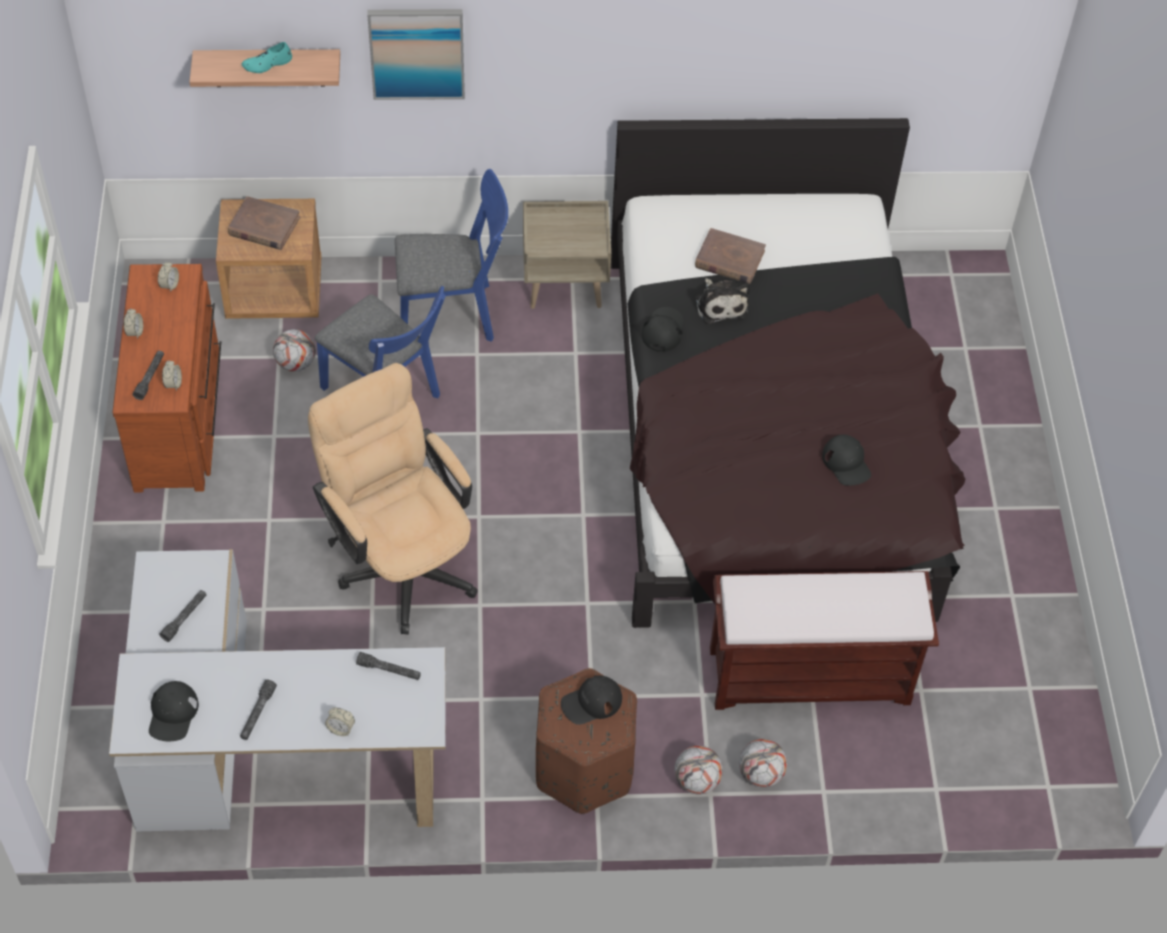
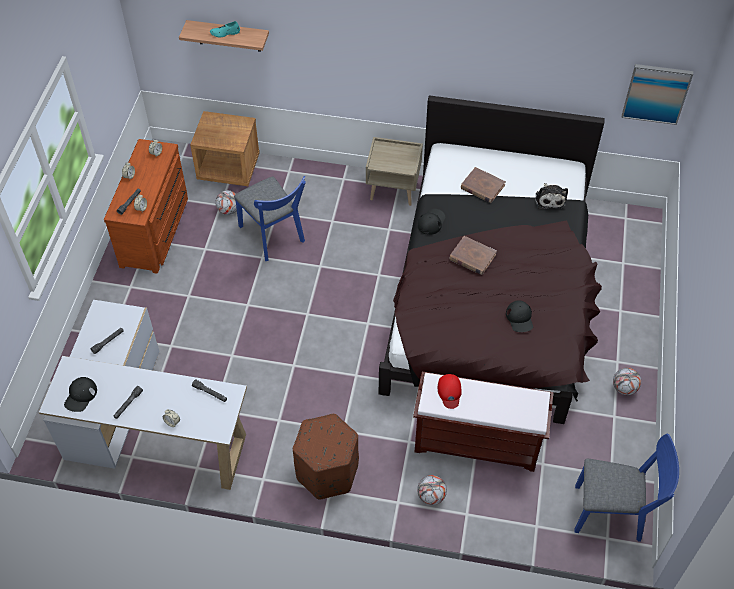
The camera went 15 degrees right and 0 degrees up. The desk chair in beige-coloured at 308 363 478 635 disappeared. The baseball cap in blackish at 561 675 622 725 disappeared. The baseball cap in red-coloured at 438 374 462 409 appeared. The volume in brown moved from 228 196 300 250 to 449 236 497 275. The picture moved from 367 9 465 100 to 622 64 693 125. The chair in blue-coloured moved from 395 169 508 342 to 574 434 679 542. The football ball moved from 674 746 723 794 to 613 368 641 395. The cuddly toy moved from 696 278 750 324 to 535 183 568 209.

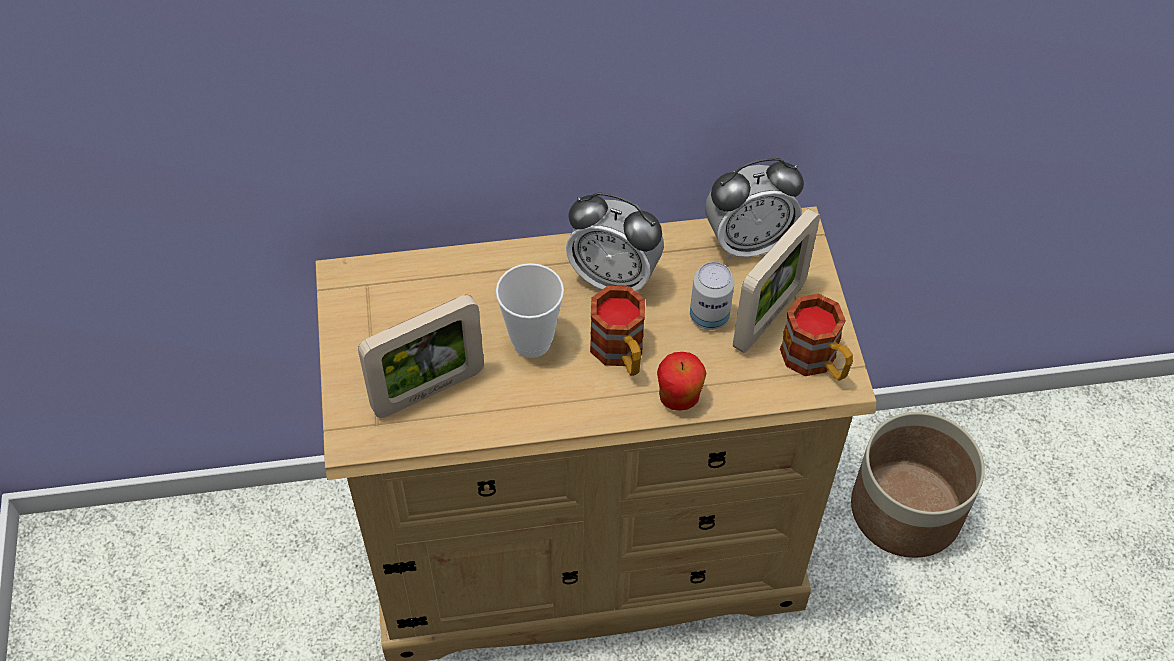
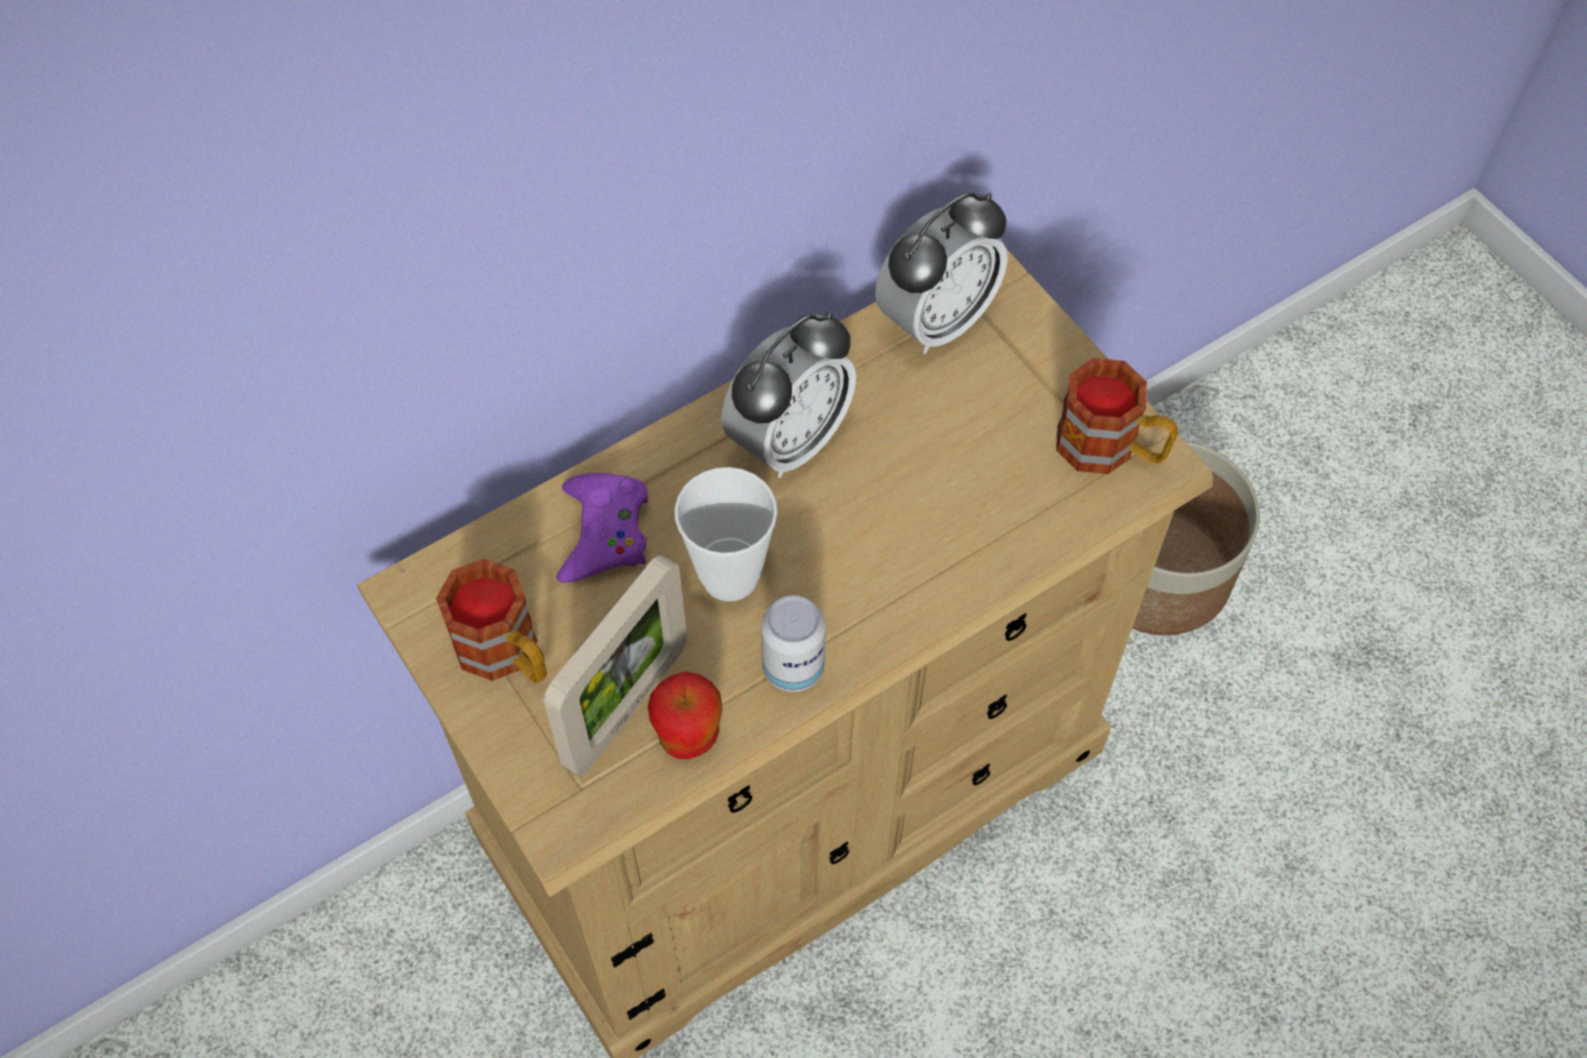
The camera went 25 degrees left and 5 degrees up. The photo frame at 733 209 820 353 disappeared. The gamepad in purple-coloured at 557 473 648 583 appeared. The mug moved from 590 286 645 376 to 436 559 547 683. The apple moved from 657 352 706 410 to 648 671 722 759. The sealed can moved from 690 262 735 330 to 761 595 826 692. The table clock at 566 192 664 291 turned 45 degrees counterclockwise.

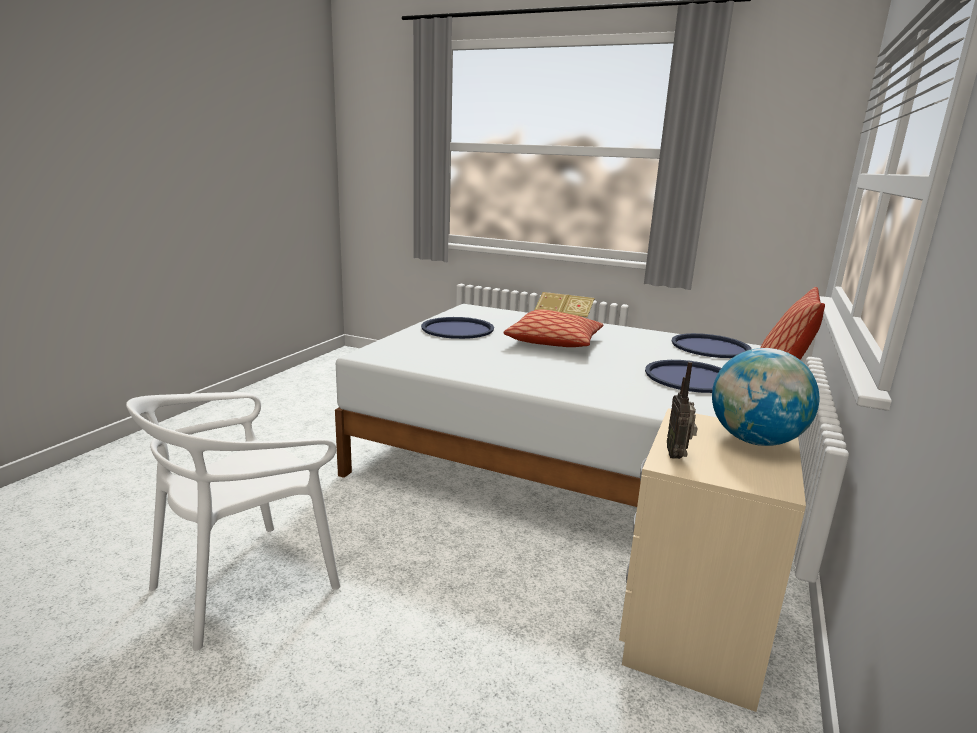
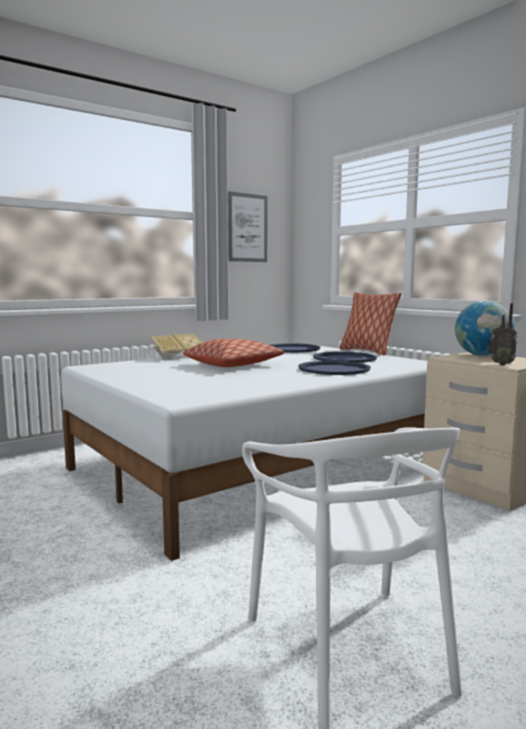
The camera went 60 degrees left and 10 degrees down. The picture at 228 191 267 262 appeared. The serving tray in blue-coloured moved from 421 317 494 339 to 298 361 371 375.

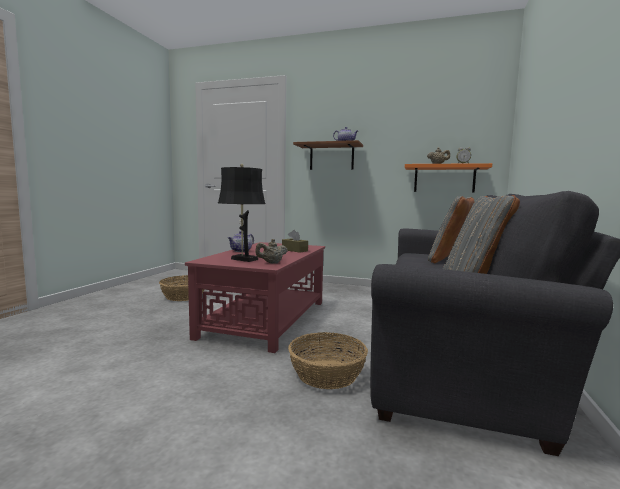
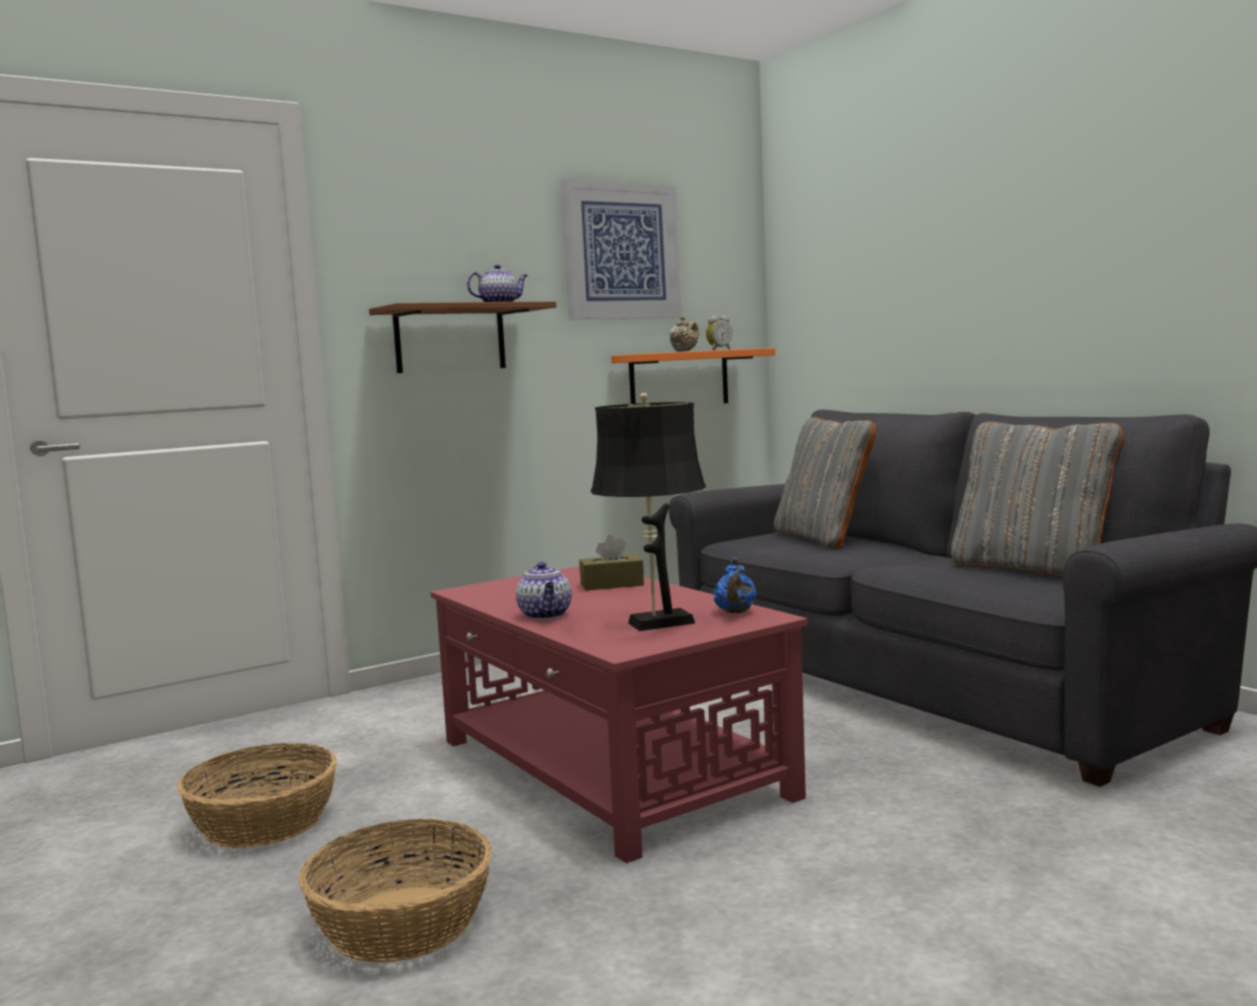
The camera went 50 degrees left and 0 degrees up. The picture at 561 179 682 320 appeared. The basket moved from 288 332 368 389 to 299 818 492 963. The tea pot in beige-coloured at 255 239 288 264 became the tea pot in blue-coloured at 713 558 757 613.

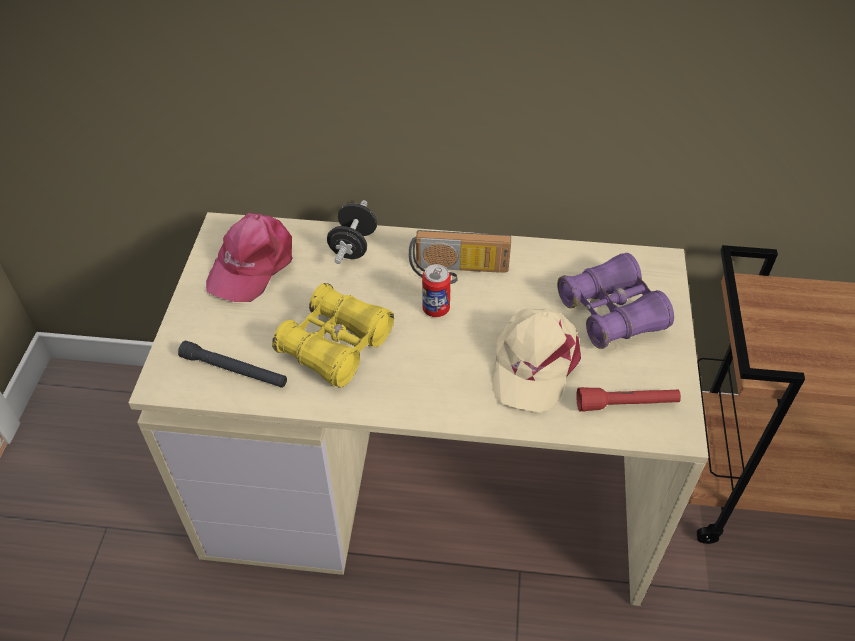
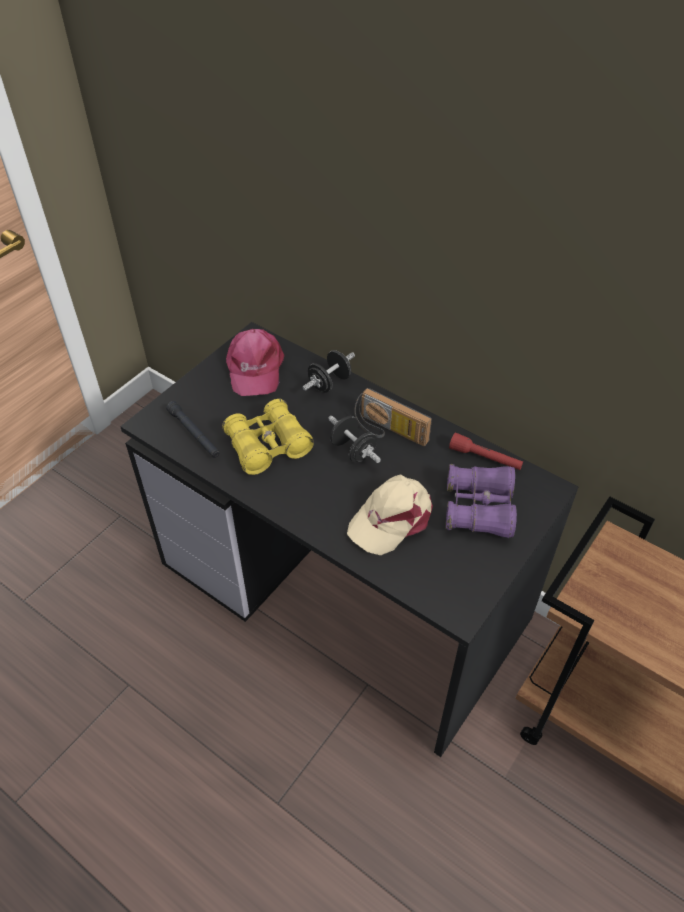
The camera went 30 degrees right and 0 degrees up. The flashlight in red-coloured moved from 576 387 681 412 to 449 433 523 470. The sealed can at 422 264 451 317 was replaced by the dumbbell in blackish at 328 416 381 463. The desk in beige-coloured at 128 212 709 606 became the desk in blackish at 120 322 578 757. The baseball cap in pink-coloured at 206 213 293 302 turned 60 degrees counterclockwise.

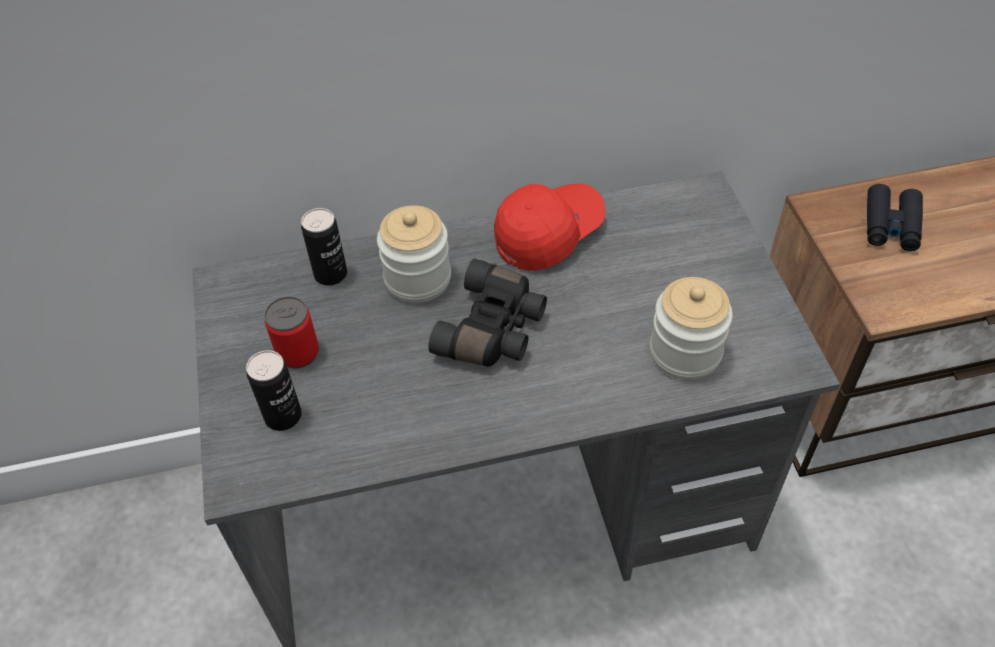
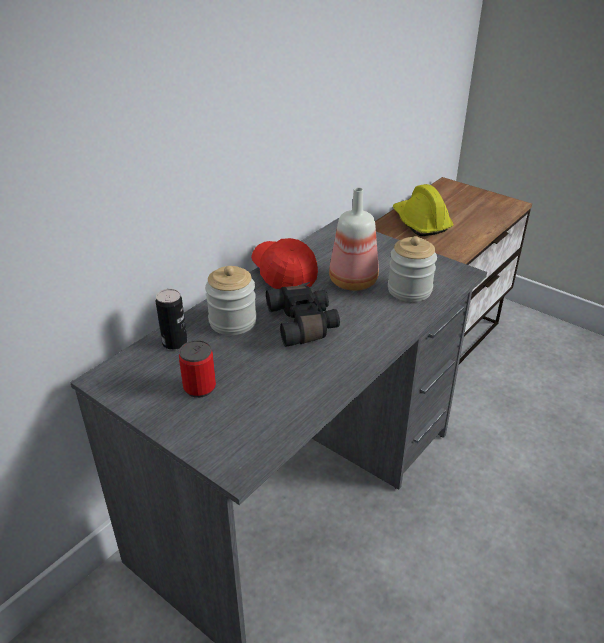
The camera went 40 degrees left and 15 degrees down. The sealed can at 246 350 302 431 disappeared. The beverage bottle at 329 187 379 291 appeared. The pair of binoculars in blackish at 867 184 923 251 was replaced by the work helmet in yellow at 393 184 454 236. The baseball cap in red-coloured at 494 183 605 271 turned 45 degrees counterclockwise.

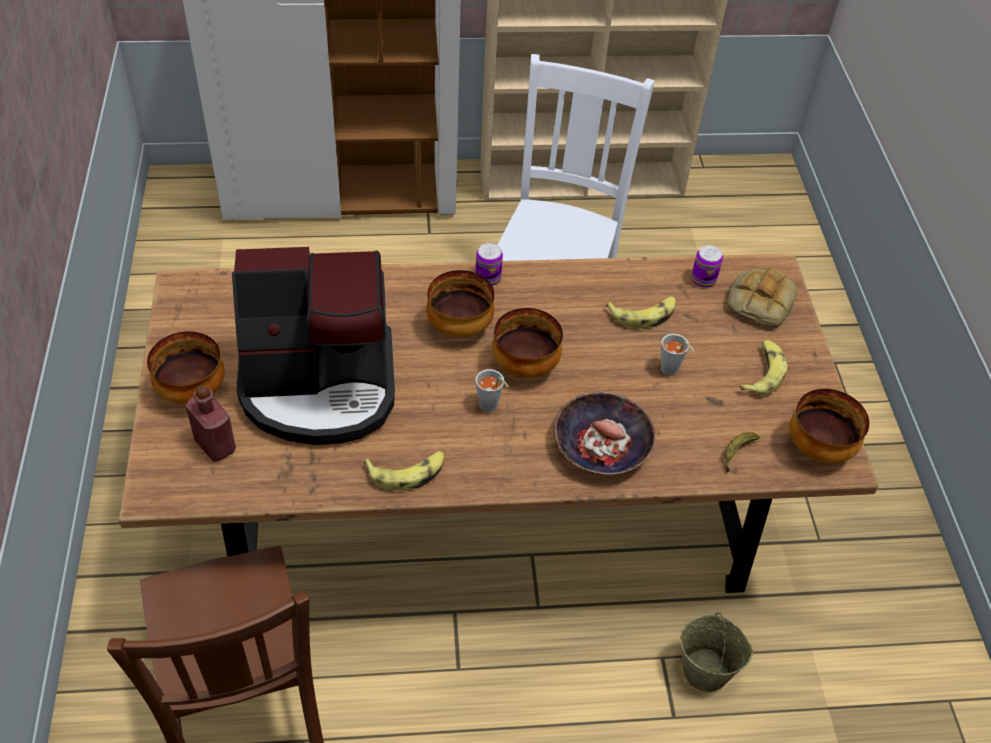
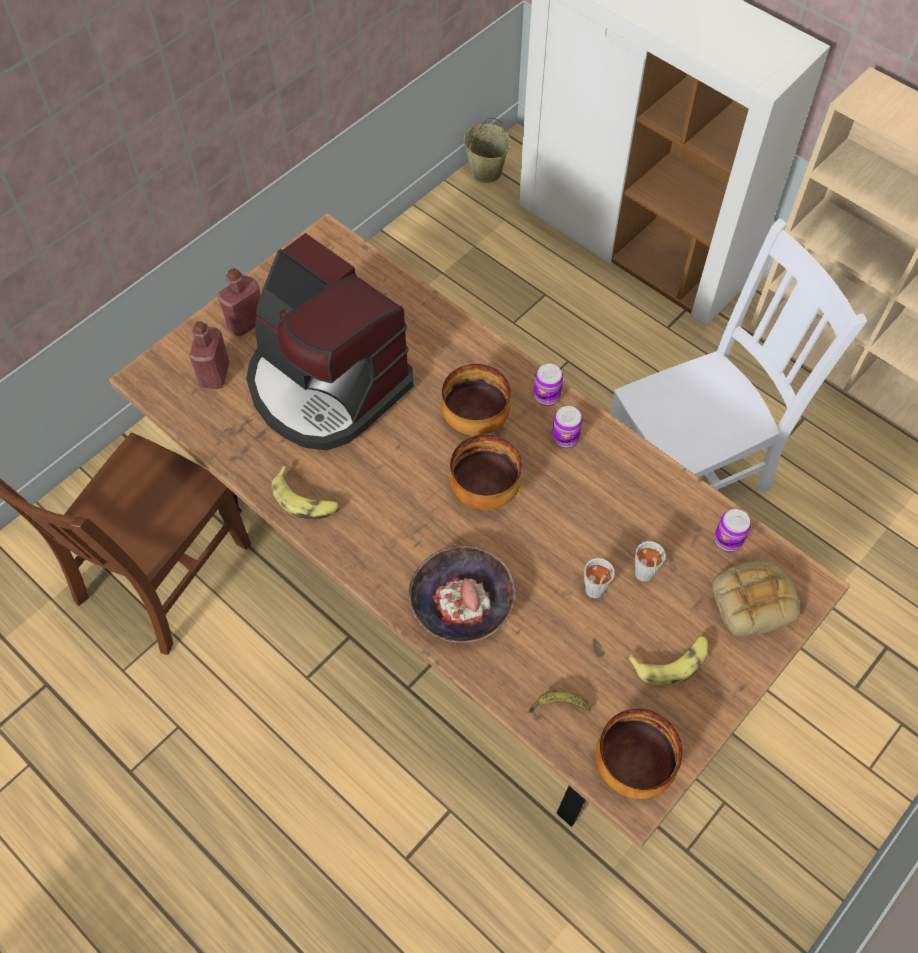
The camera went 50 degrees right and 10 degrees up. The whole banana at 606 296 676 329 disappeared. The sealed can at 552 406 583 449 appeared. The small cup in greyish moved from 476 369 509 412 to 635 541 666 582. The bucket in beige-coloured moved from 680 613 753 692 to 464 118 510 183. The serving bowl at 147 331 225 404 was replaced by the beverage bottle in red-coloured at 217 268 261 336.

